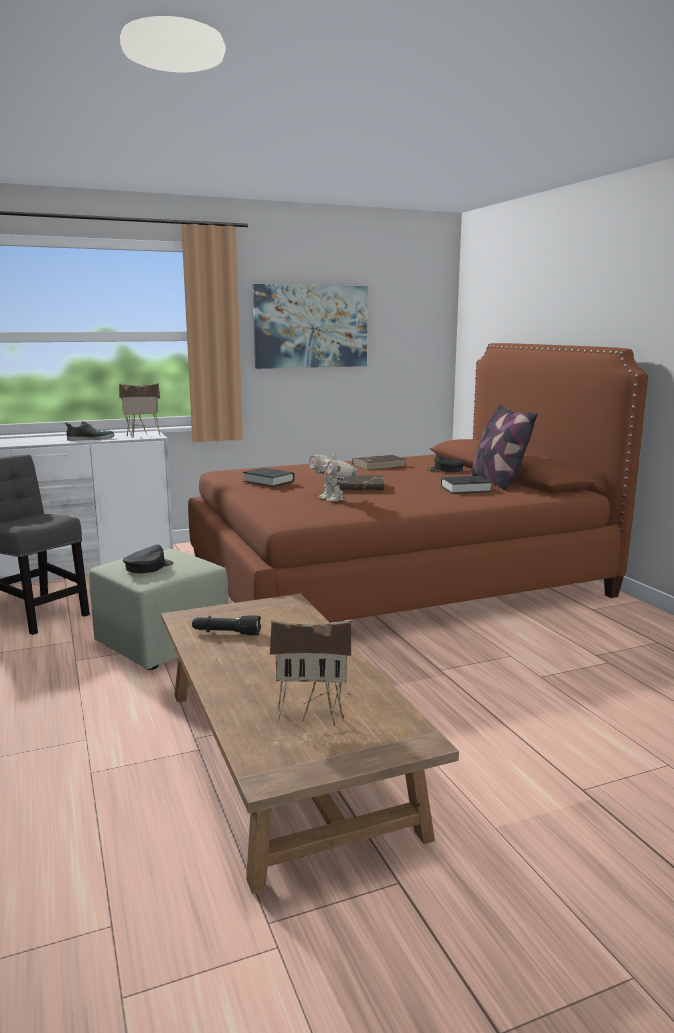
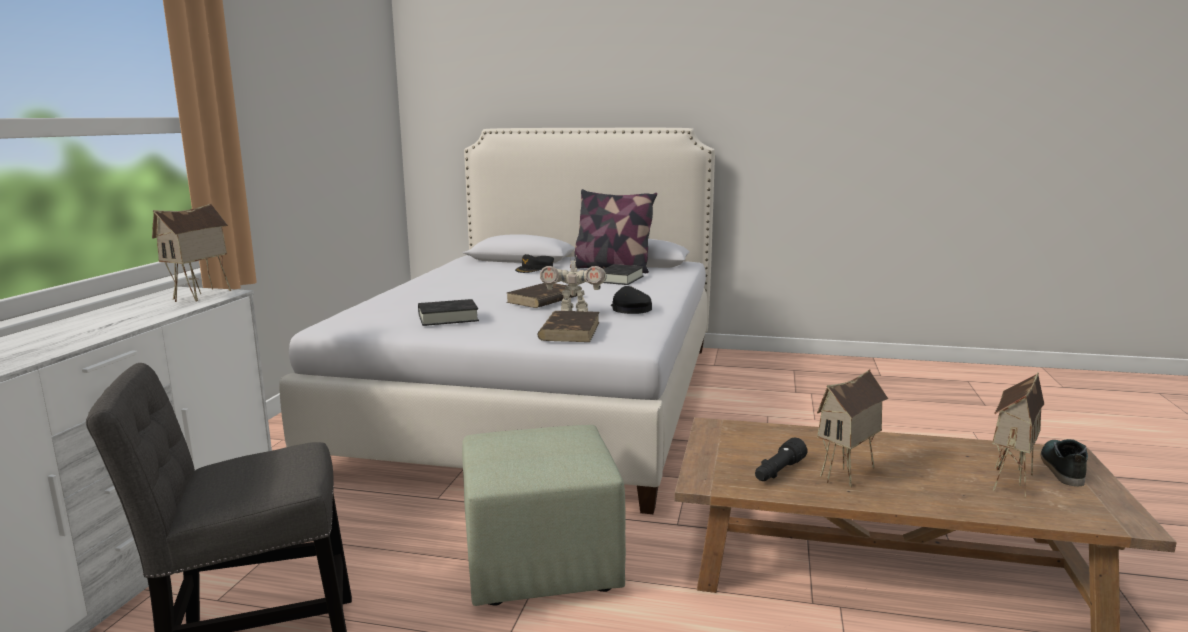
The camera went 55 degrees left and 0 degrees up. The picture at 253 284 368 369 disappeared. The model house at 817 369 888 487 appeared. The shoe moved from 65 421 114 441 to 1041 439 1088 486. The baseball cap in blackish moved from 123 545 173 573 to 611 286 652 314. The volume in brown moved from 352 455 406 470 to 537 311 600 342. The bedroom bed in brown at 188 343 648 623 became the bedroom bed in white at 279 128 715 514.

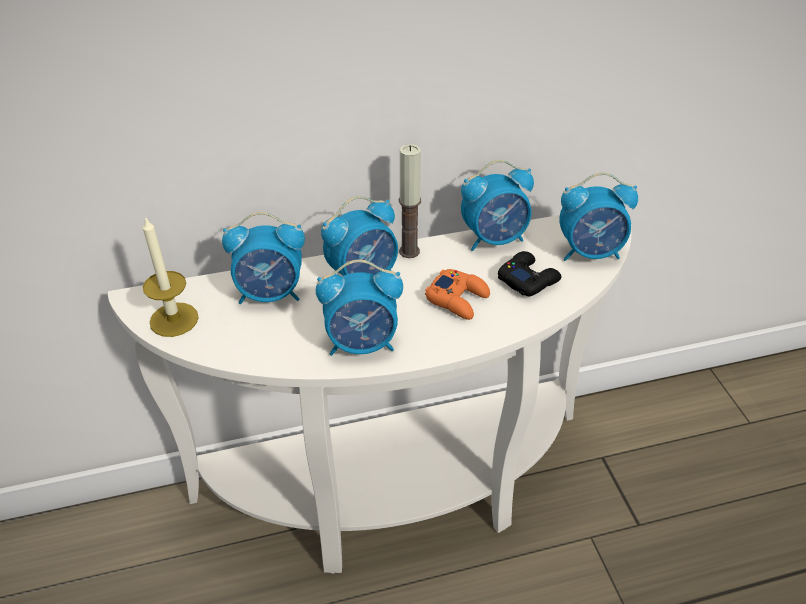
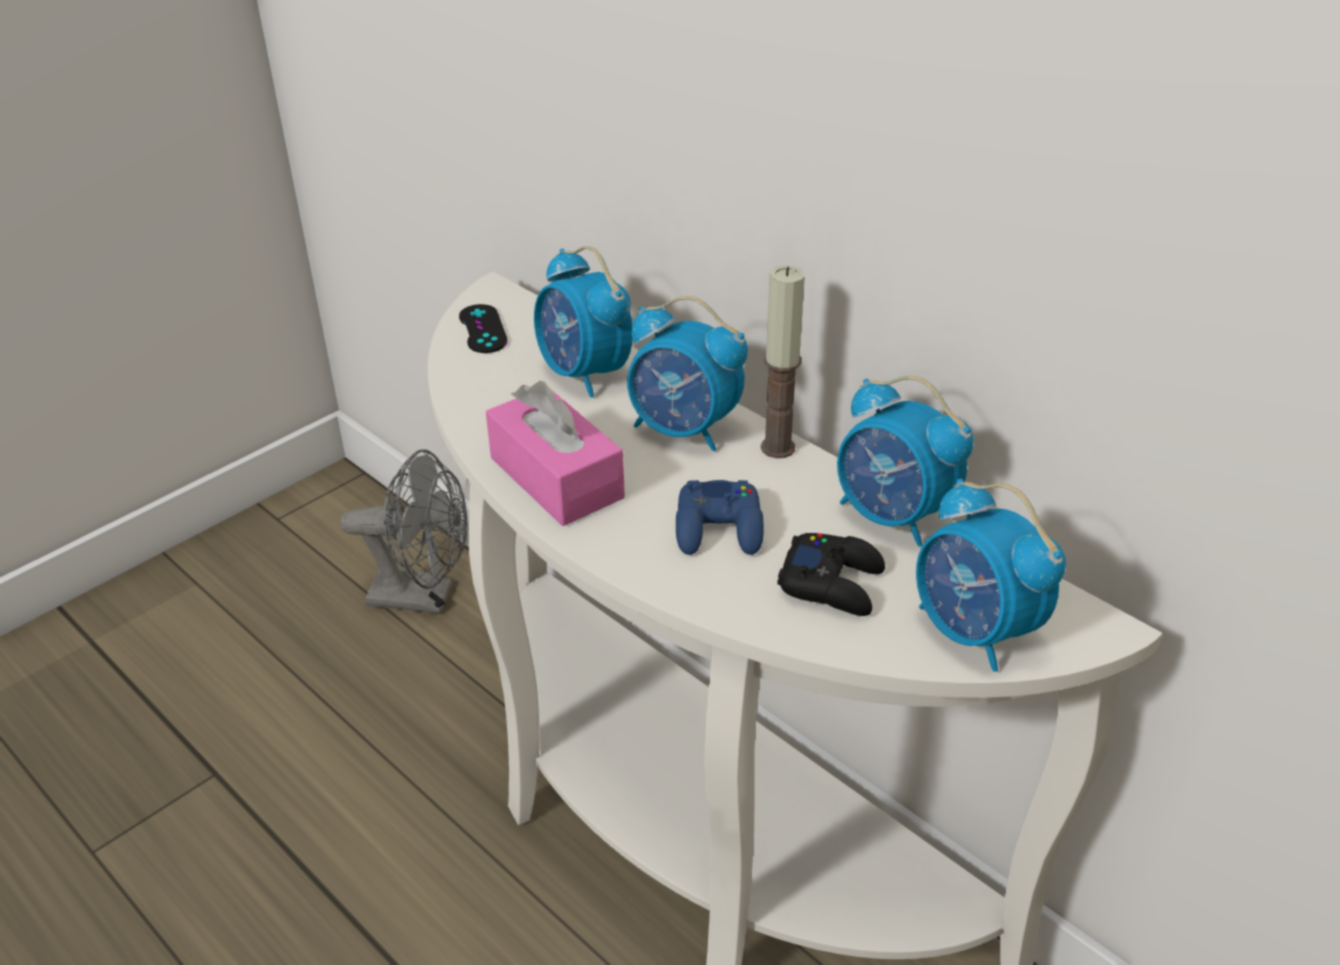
The camera went 60 degrees right and 5 degrees down. The fan in greyish at 341 449 467 614 appeared. The wax candle at 143 216 199 337 was replaced by the gamepad in blackish at 459 304 508 353. The table clock at 316 260 403 356 was replaced by the box of tissues in pink-coloured at 486 381 625 526. The gamepad in orangey at 425 269 490 320 became the gamepad in blue-coloured at 676 480 764 555.

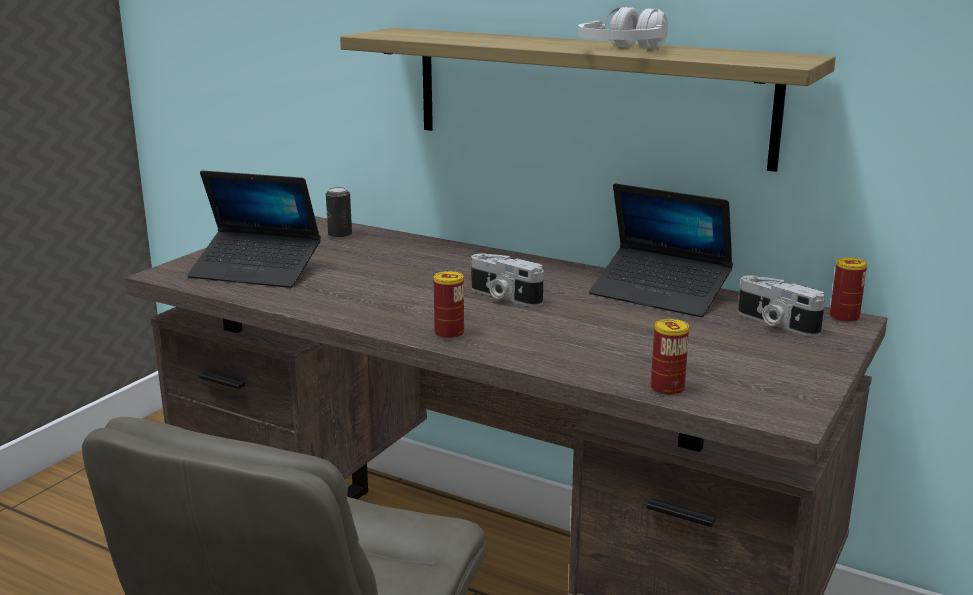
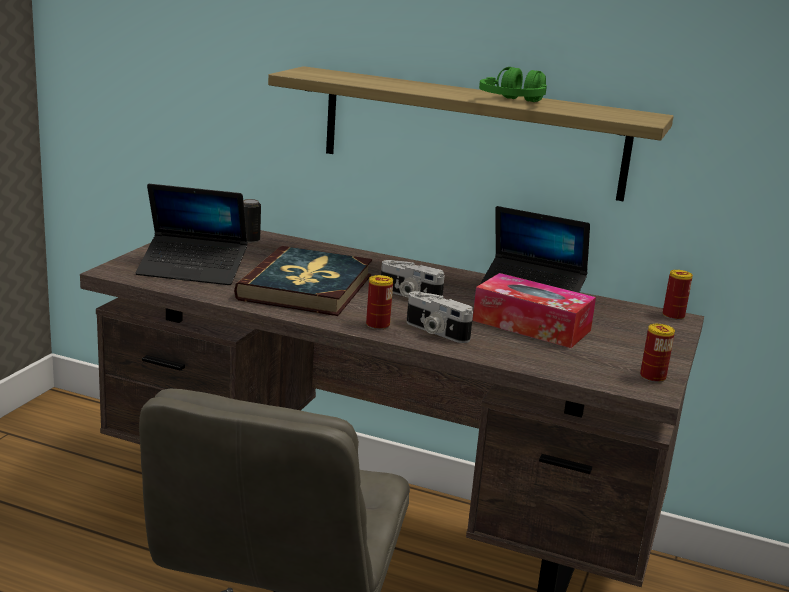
The camera went 10 degrees left and 0 degrees up. The volume at 234 246 372 316 appeared. The box of tissues at 472 273 596 348 appeared. The sealed can moved from 651 319 689 396 to 640 324 675 383. The photo camera moved from 738 275 825 336 to 407 291 473 343. The headset in white at 578 7 668 49 became the headset in green at 479 67 547 102.

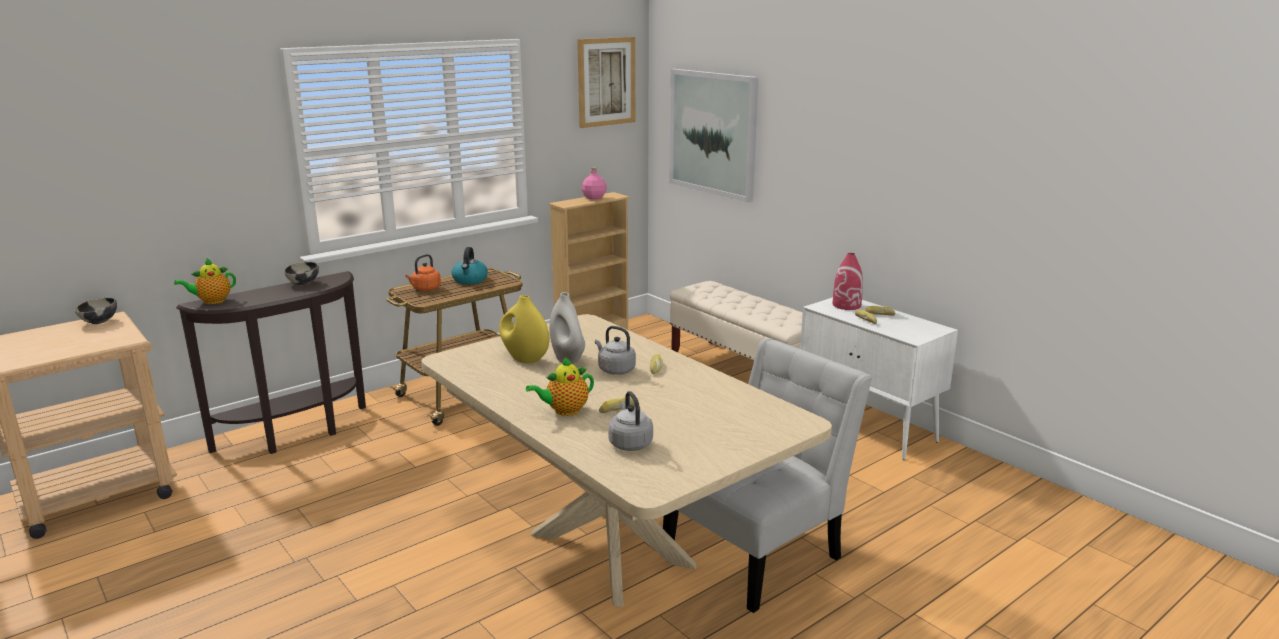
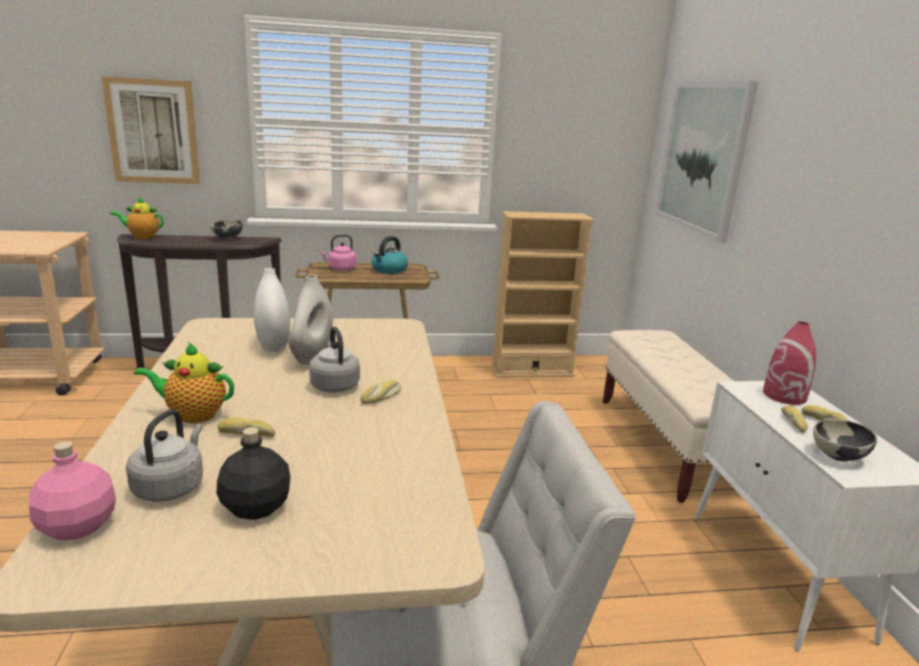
The camera went 30 degrees right and 0 degrees up. The beverage bottle in blackish at 216 427 290 520 appeared. The serving bowl moved from 75 298 117 324 to 813 419 877 462. The picture moved from 577 37 635 128 to 101 76 200 184. The beverage bottle in pink-coloured moved from 582 167 607 200 to 29 441 116 540. The tea kettle in orangey at 405 254 441 291 became the tea kettle in pink-coloured at 320 234 357 271. The flower vase in yellow at 499 295 549 363 became the flower vase in white at 254 268 290 352.

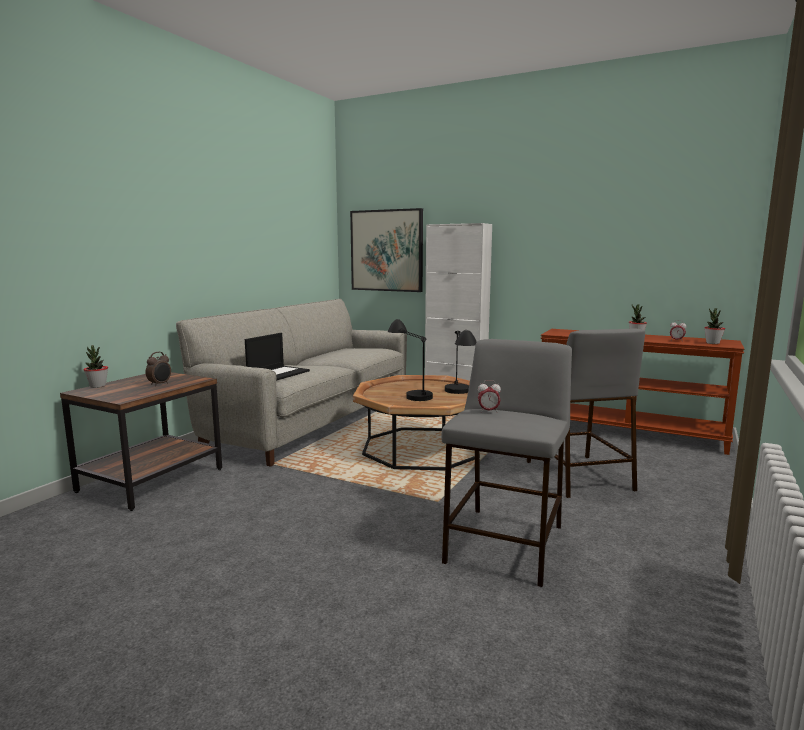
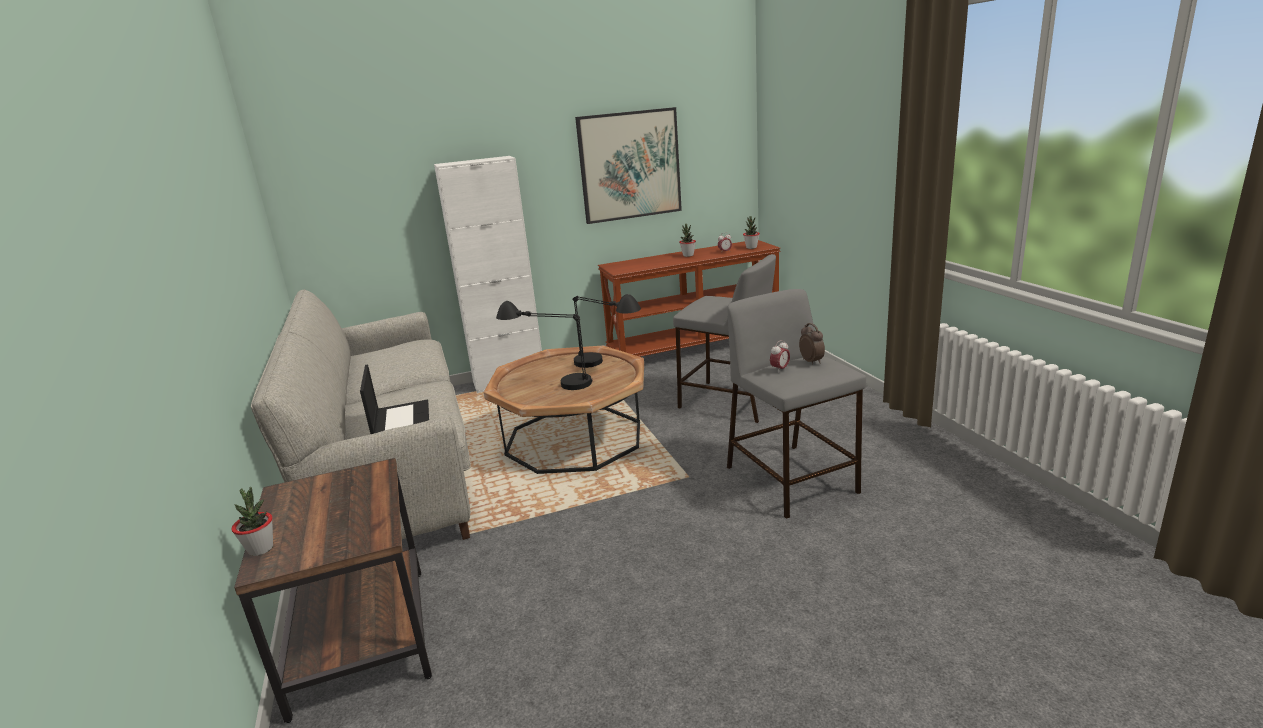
The camera went 45 degrees left and 10 degrees up. The table clock moved from 145 352 171 386 to 799 323 825 365. The picture moved from 350 208 423 292 to 575 107 682 224.

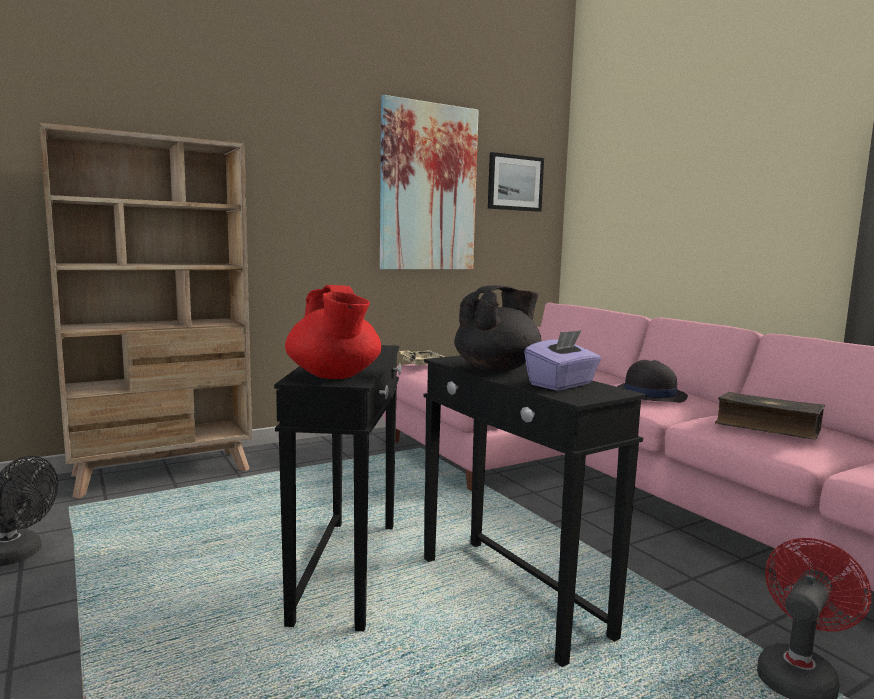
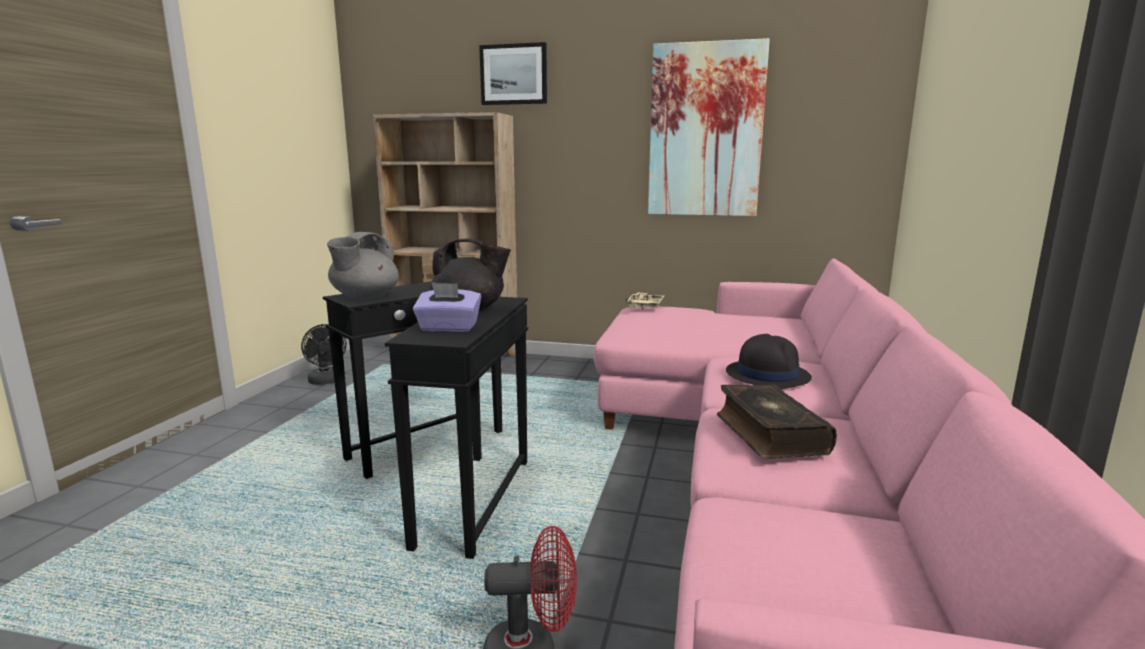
The camera went 45 degrees right and 5 degrees up. The picture moved from 488 152 544 212 to 479 42 547 105. The tea pot in red-coloured at 285 285 381 379 became the tea pot in greyish at 327 232 399 299.

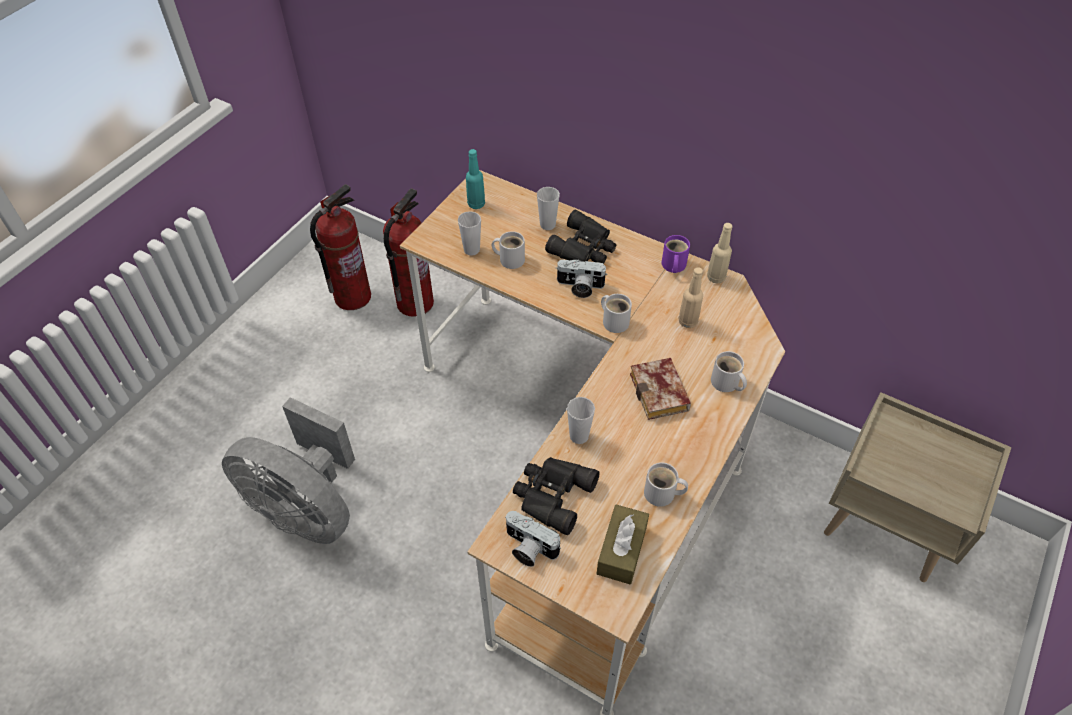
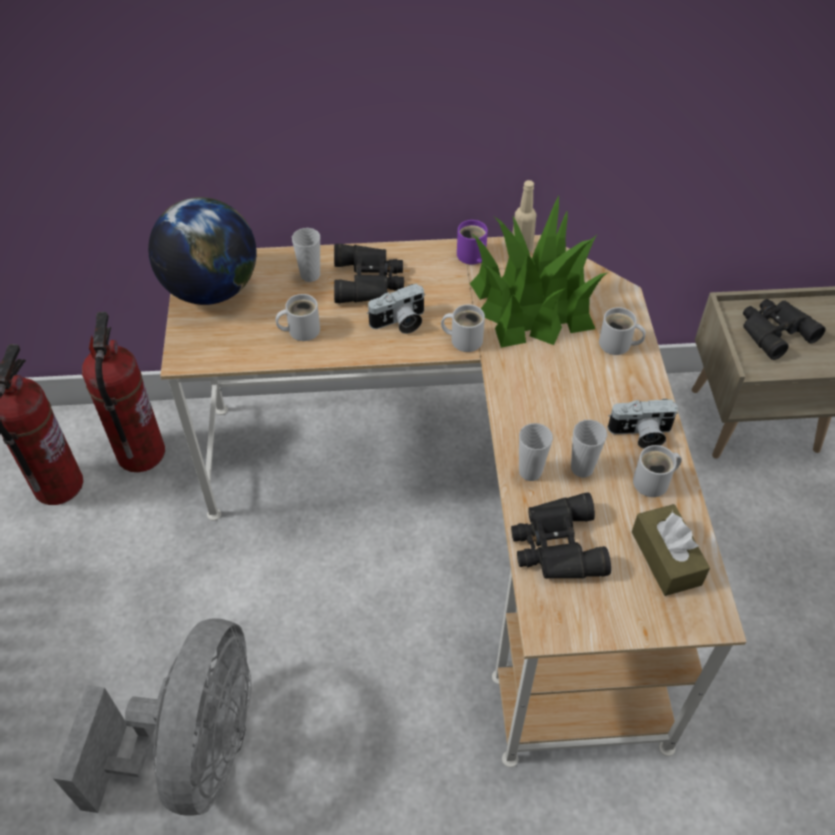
The camera went 35 degrees left and 0 degrees up. The volume at 630 358 691 420 disappeared. The pair of binoculars in blackish at 743 299 826 360 appeared. The small cup moved from 458 211 481 256 to 571 420 607 477. The photo camera moved from 505 511 561 567 to 608 399 678 449. The beverage bottle in blue-green at 466 149 485 209 was replaced by the globe at 148 197 256 305. The beverage bottle in beige-coloured at 678 267 703 328 was replaced by the potted plant at 470 196 607 348. The fan in greyish at 222 397 355 544 turned 75 degrees counterclockwise.

